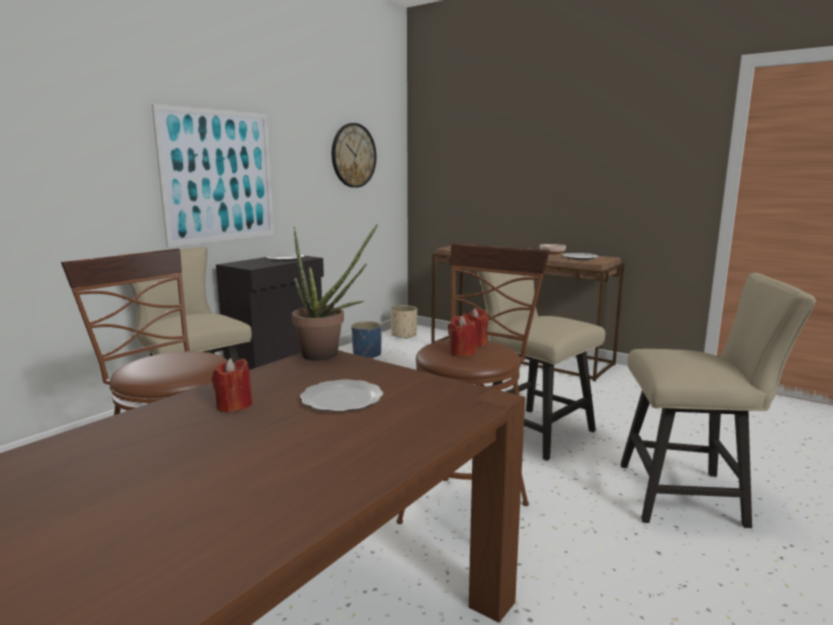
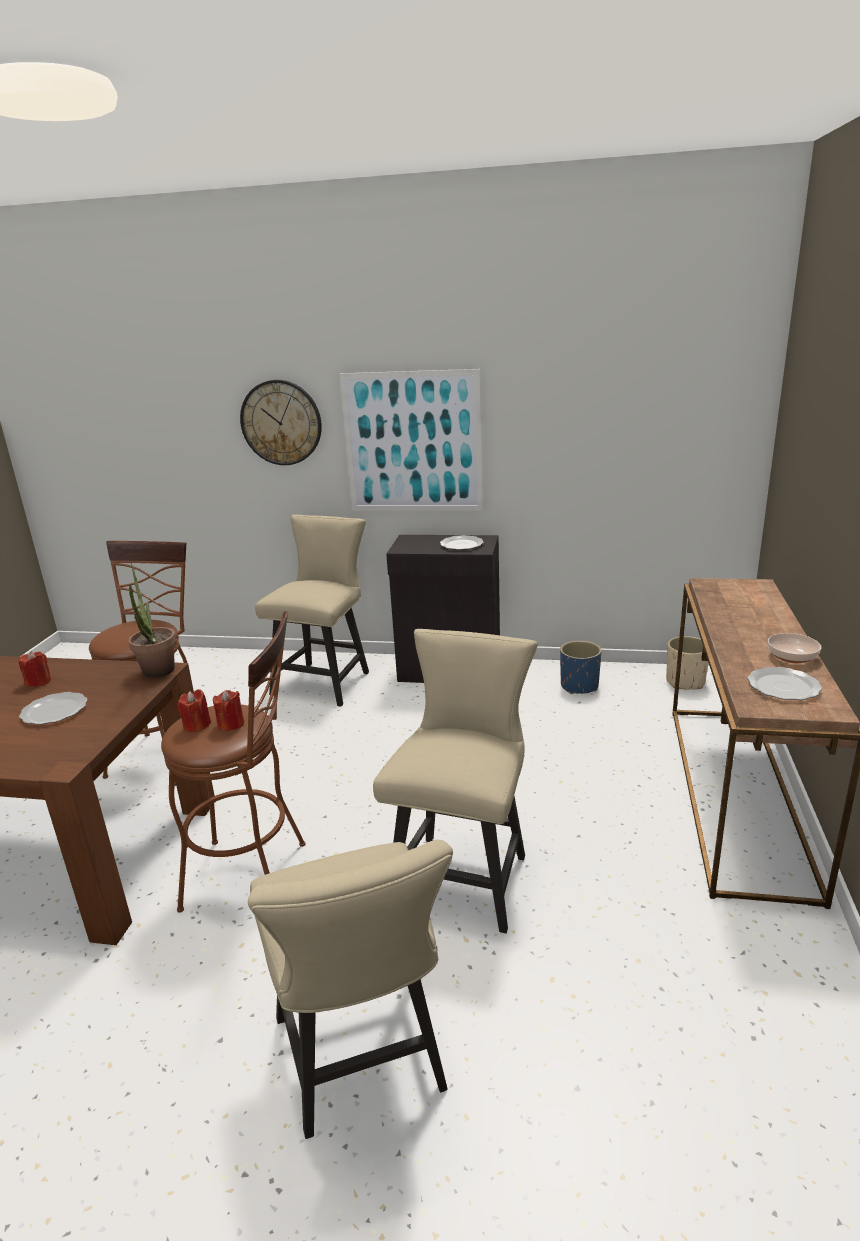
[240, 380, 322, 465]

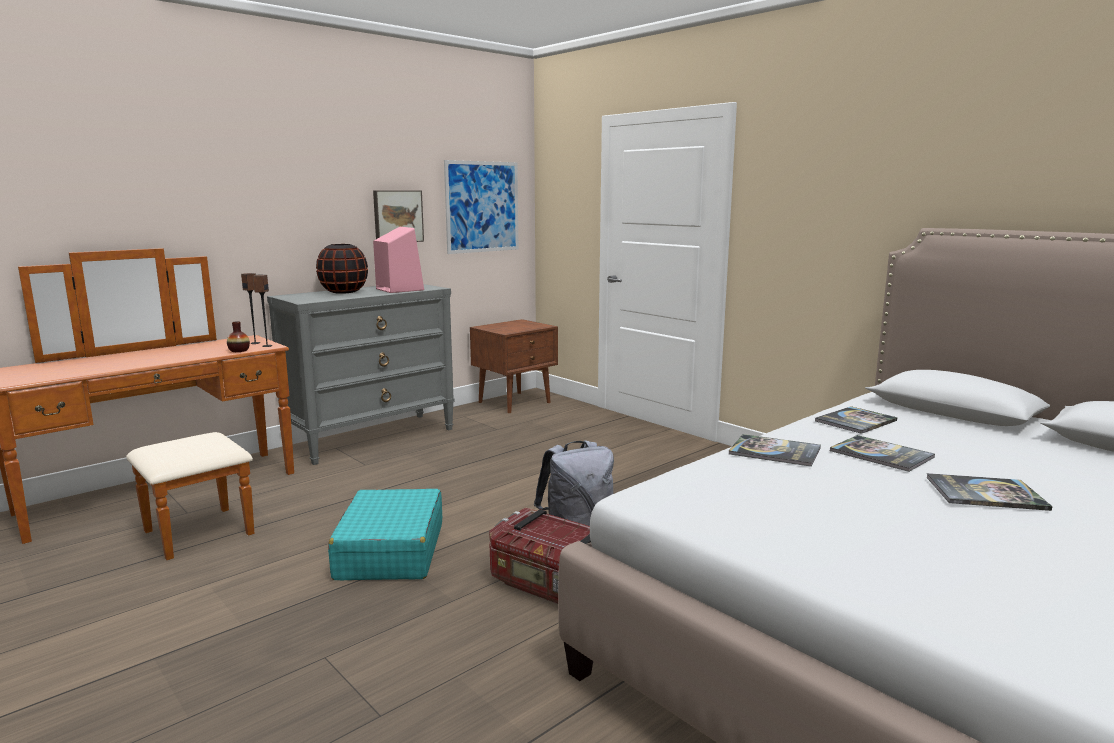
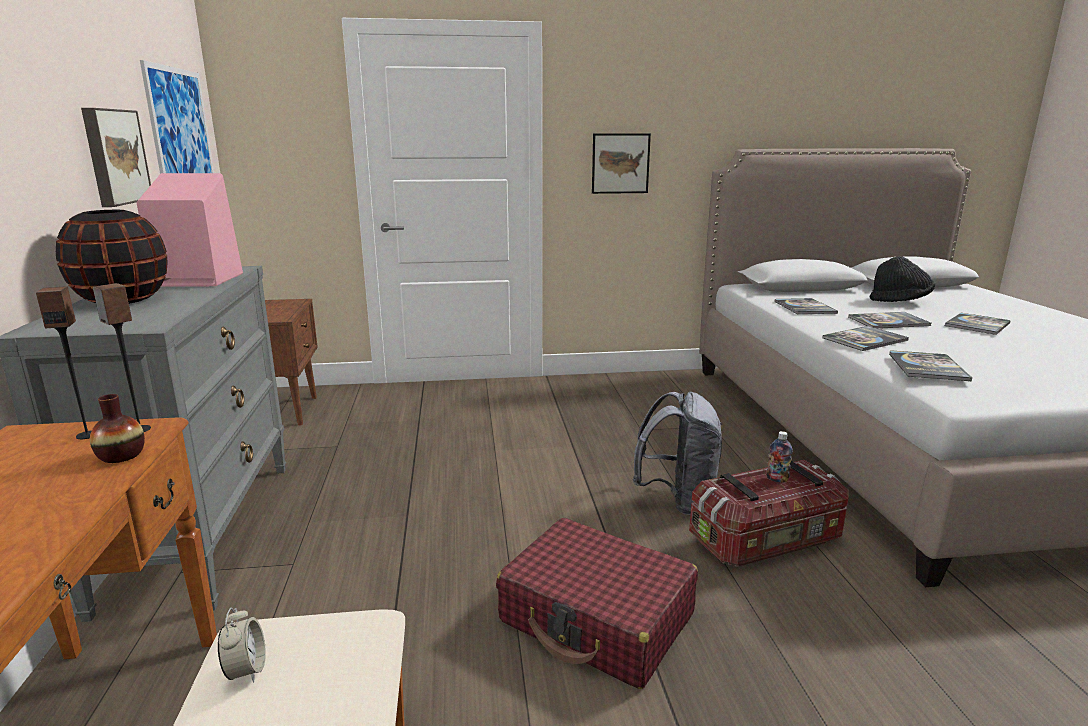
[496, 518, 698, 689]
[218, 608, 266, 683]
[592, 133, 651, 194]
[766, 431, 793, 483]
[869, 256, 935, 302]
[889, 350, 972, 381]

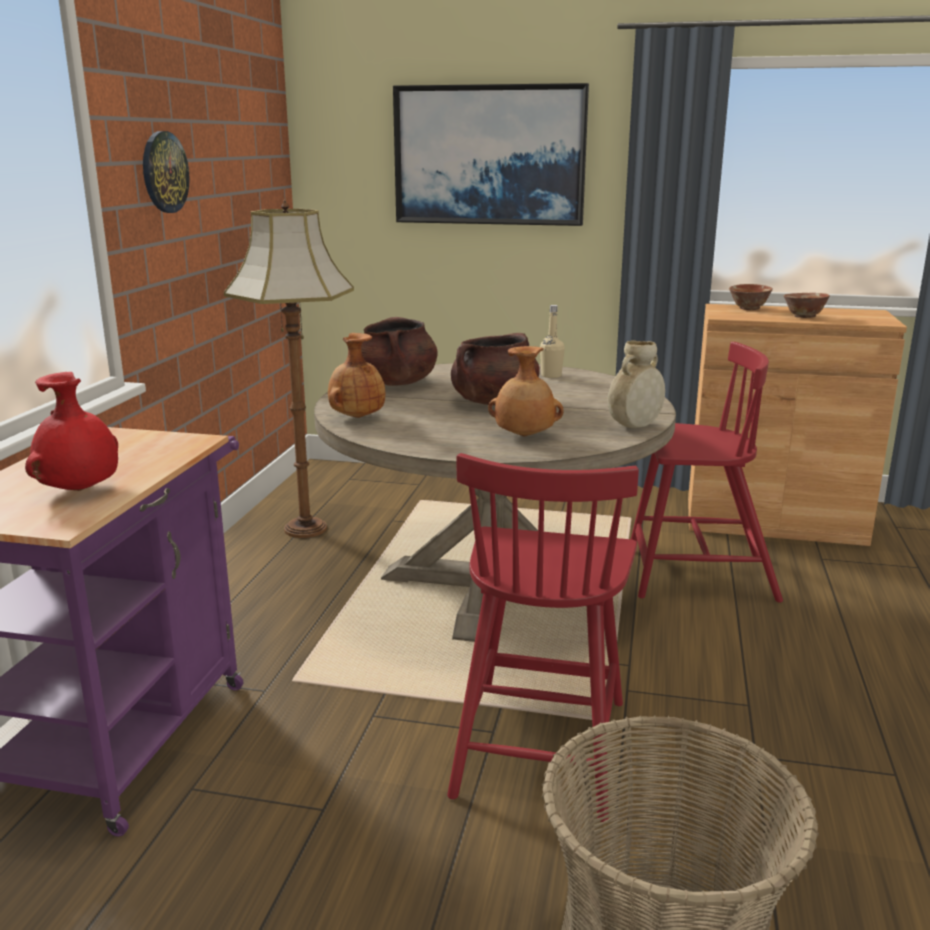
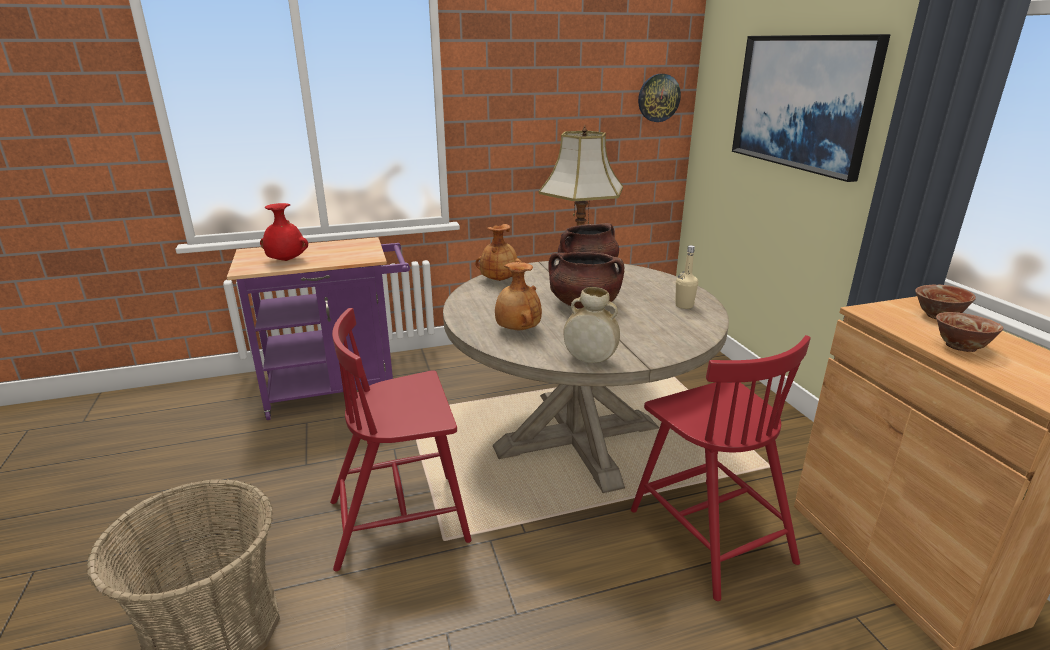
[638, 74, 681, 122]

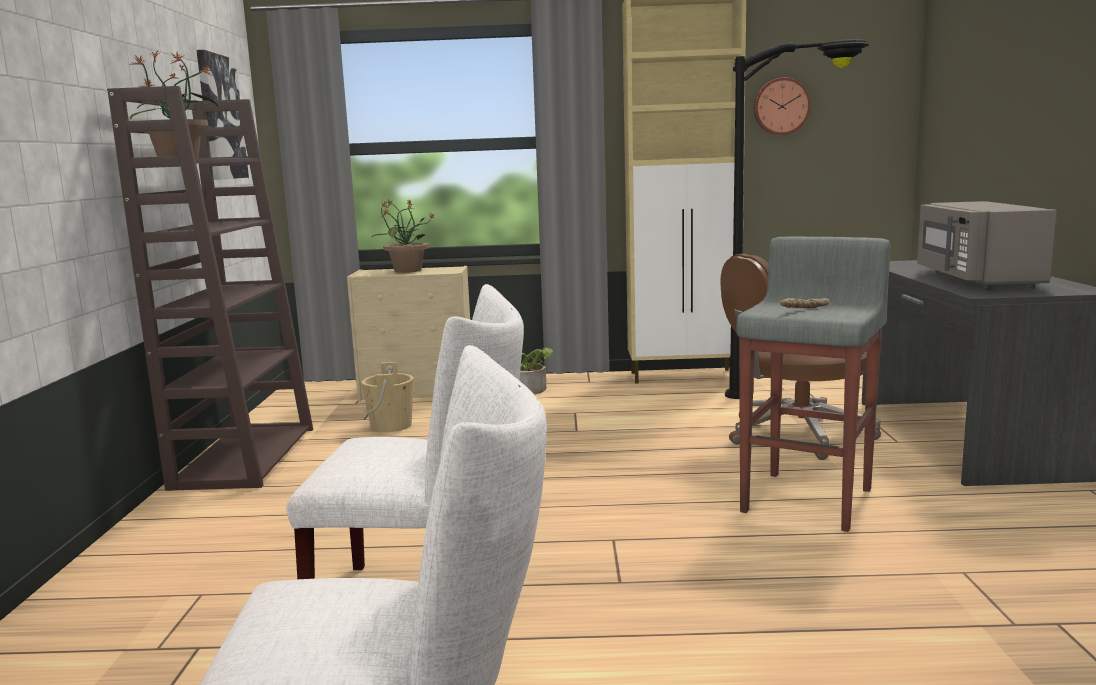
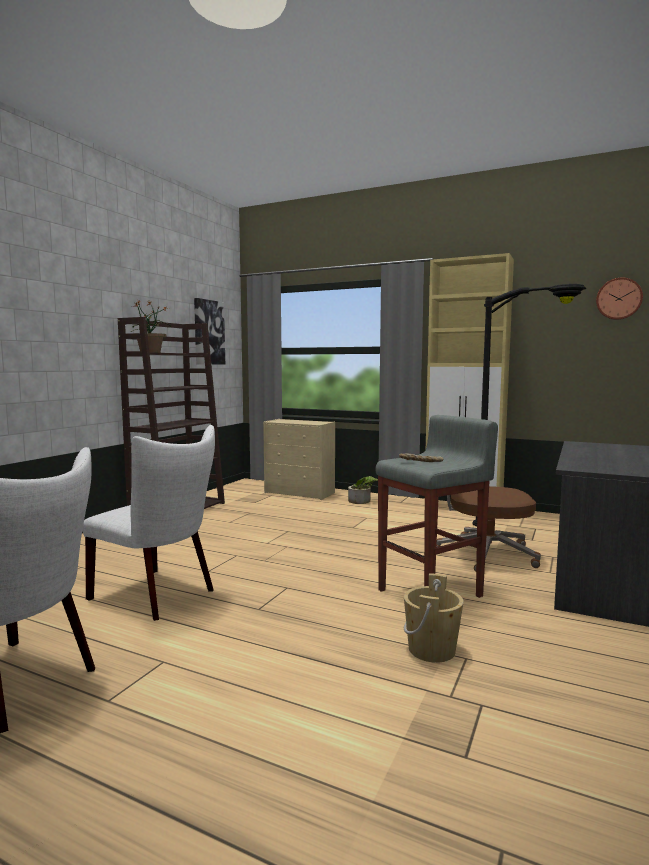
[404, 573, 464, 663]
[370, 199, 436, 273] (first image)
[596, 277, 643, 320]
[917, 201, 1056, 288] (first image)

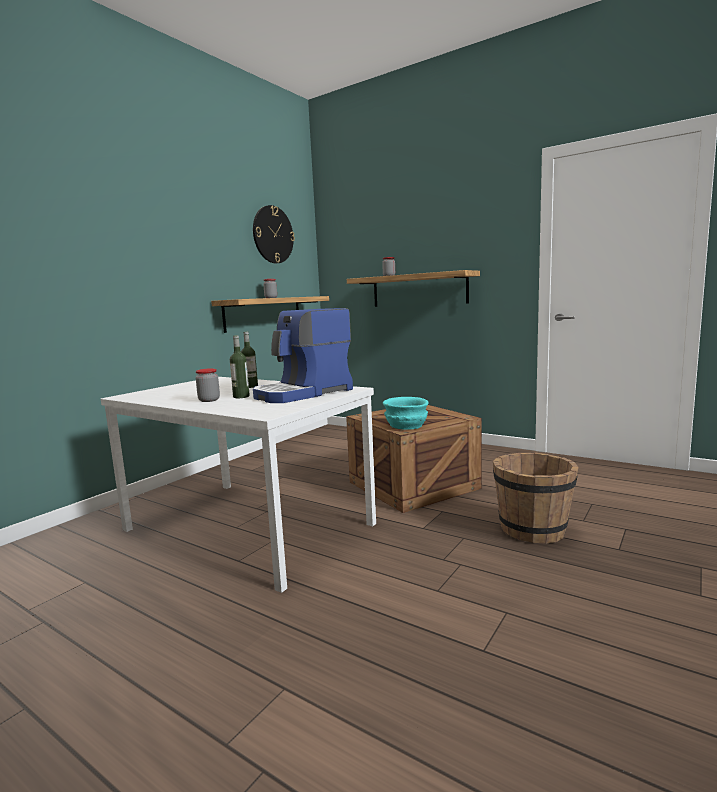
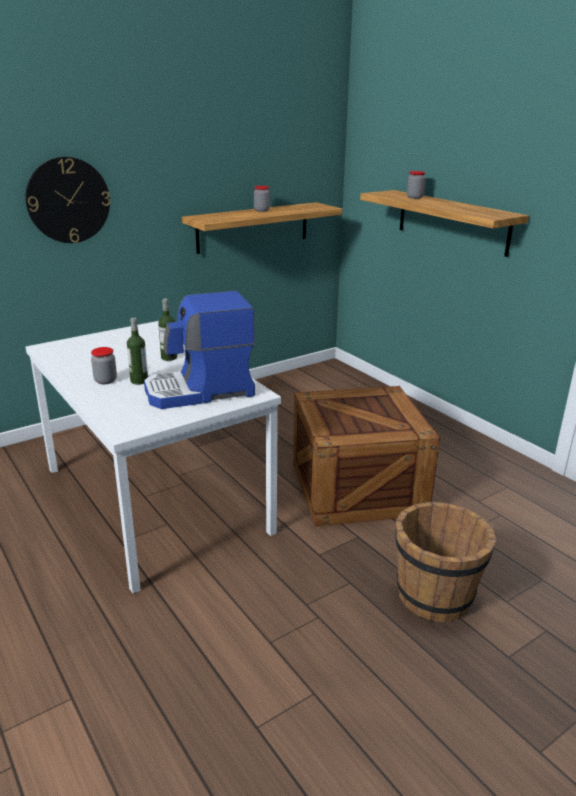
[25, 157, 110, 243]
[383, 397, 429, 430] (first image)

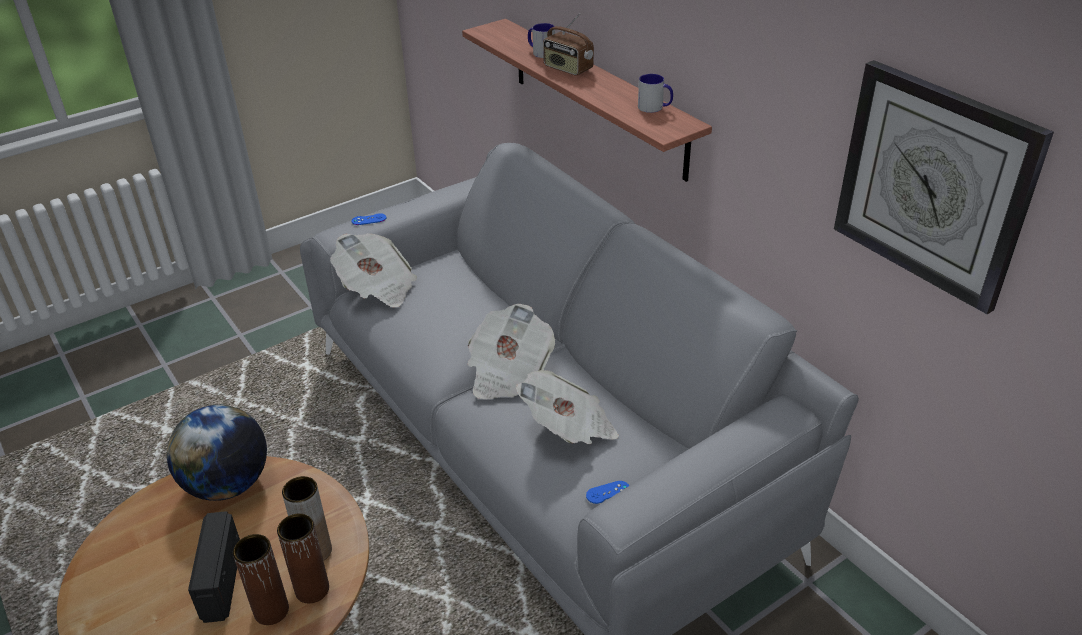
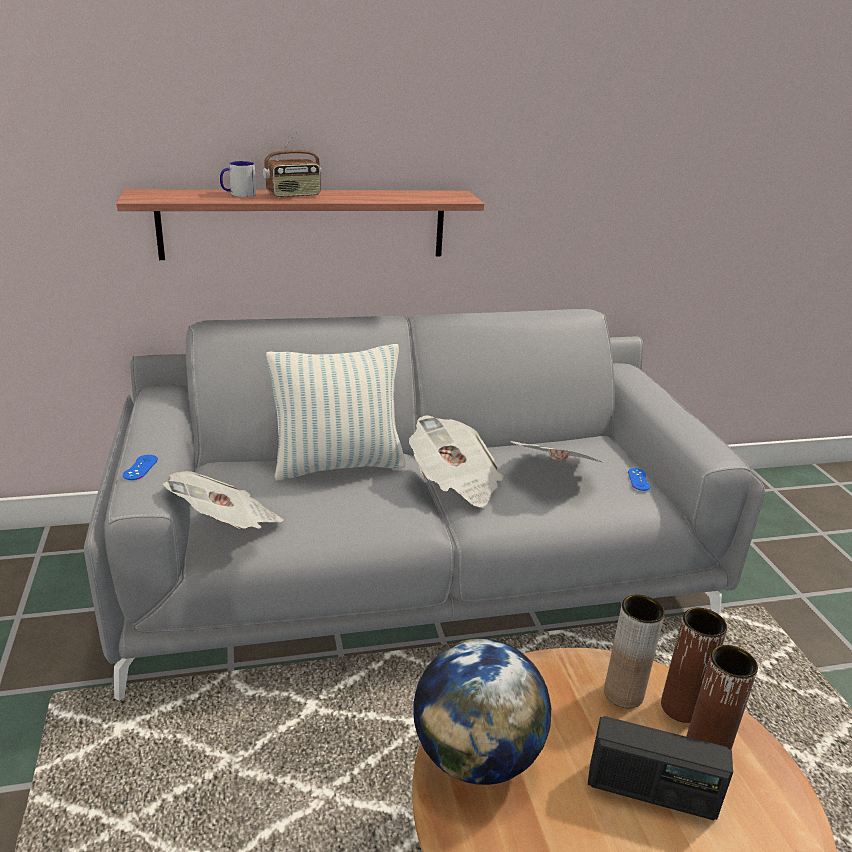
[638, 74, 673, 113] (first image)
[834, 60, 1054, 314] (first image)
[266, 344, 406, 480]

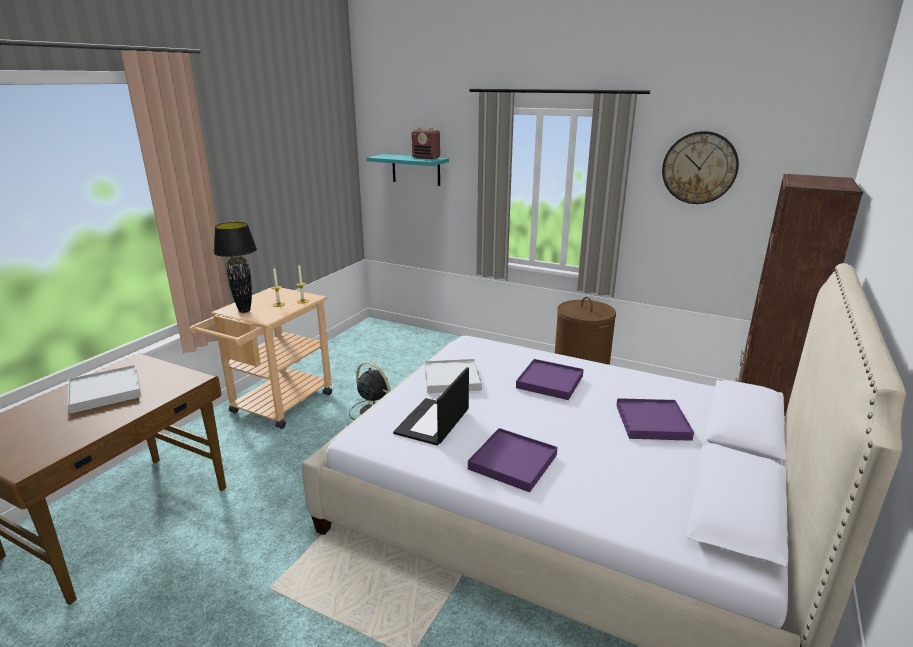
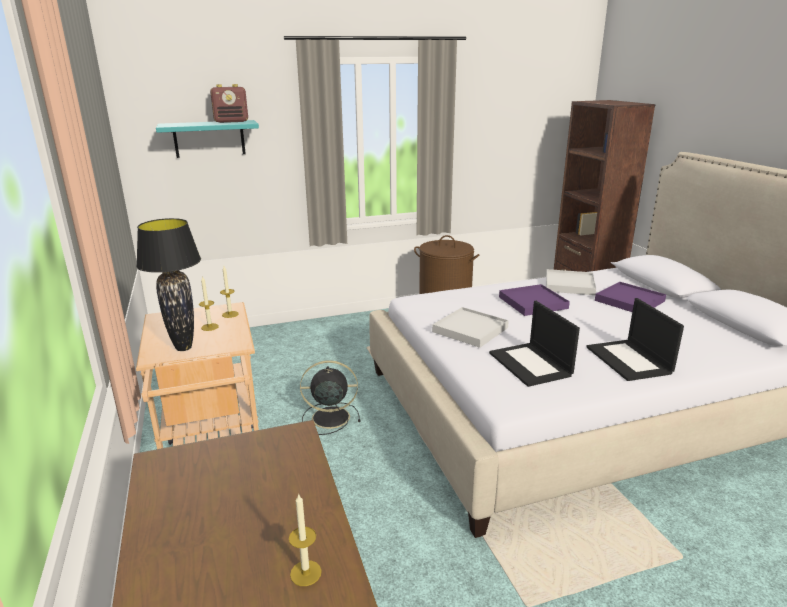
[546, 269, 596, 295]
[587, 298, 684, 381]
[662, 131, 739, 204] (first image)
[289, 493, 322, 586]

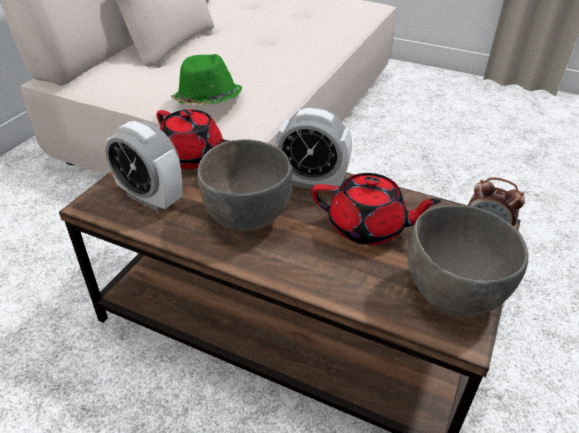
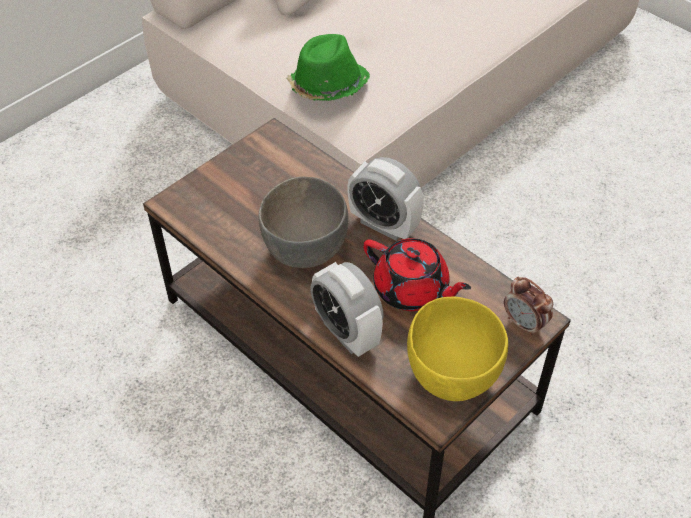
[310, 262, 384, 357]
[157, 109, 226, 169] (first image)
[407, 297, 508, 401]

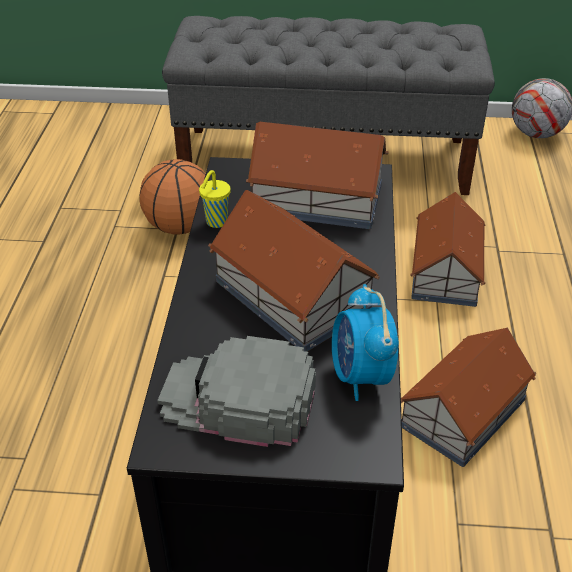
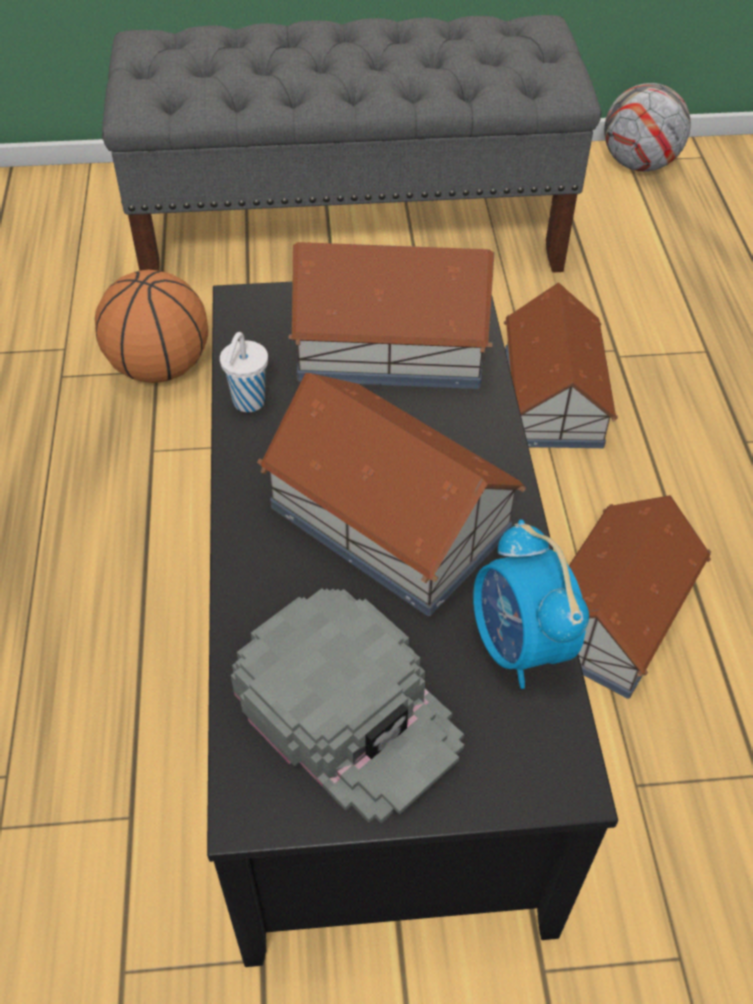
[231, 589, 464, 823]
[220, 332, 268, 412]

